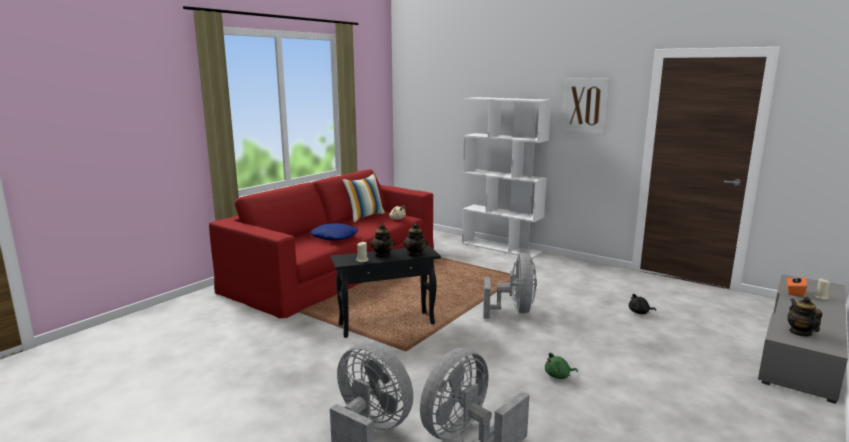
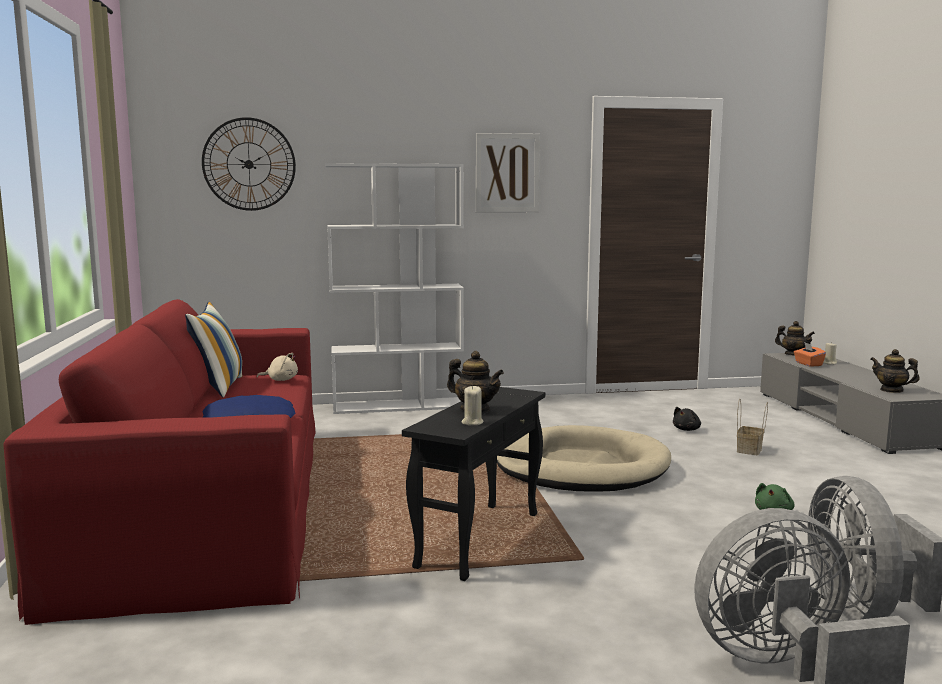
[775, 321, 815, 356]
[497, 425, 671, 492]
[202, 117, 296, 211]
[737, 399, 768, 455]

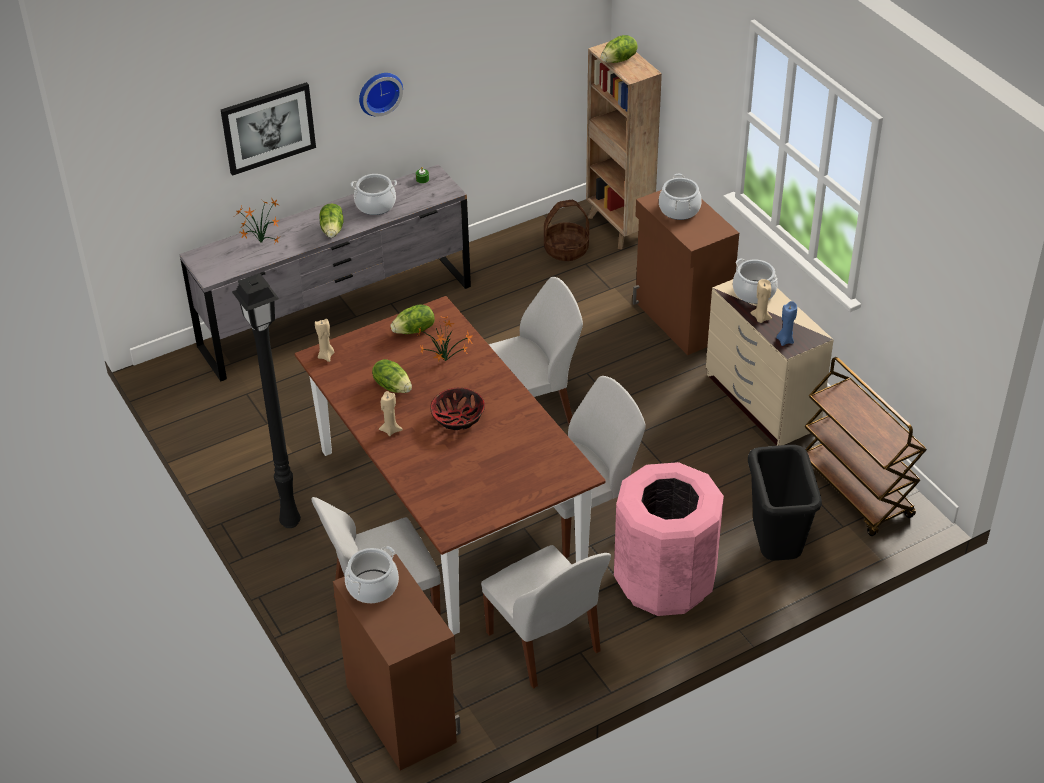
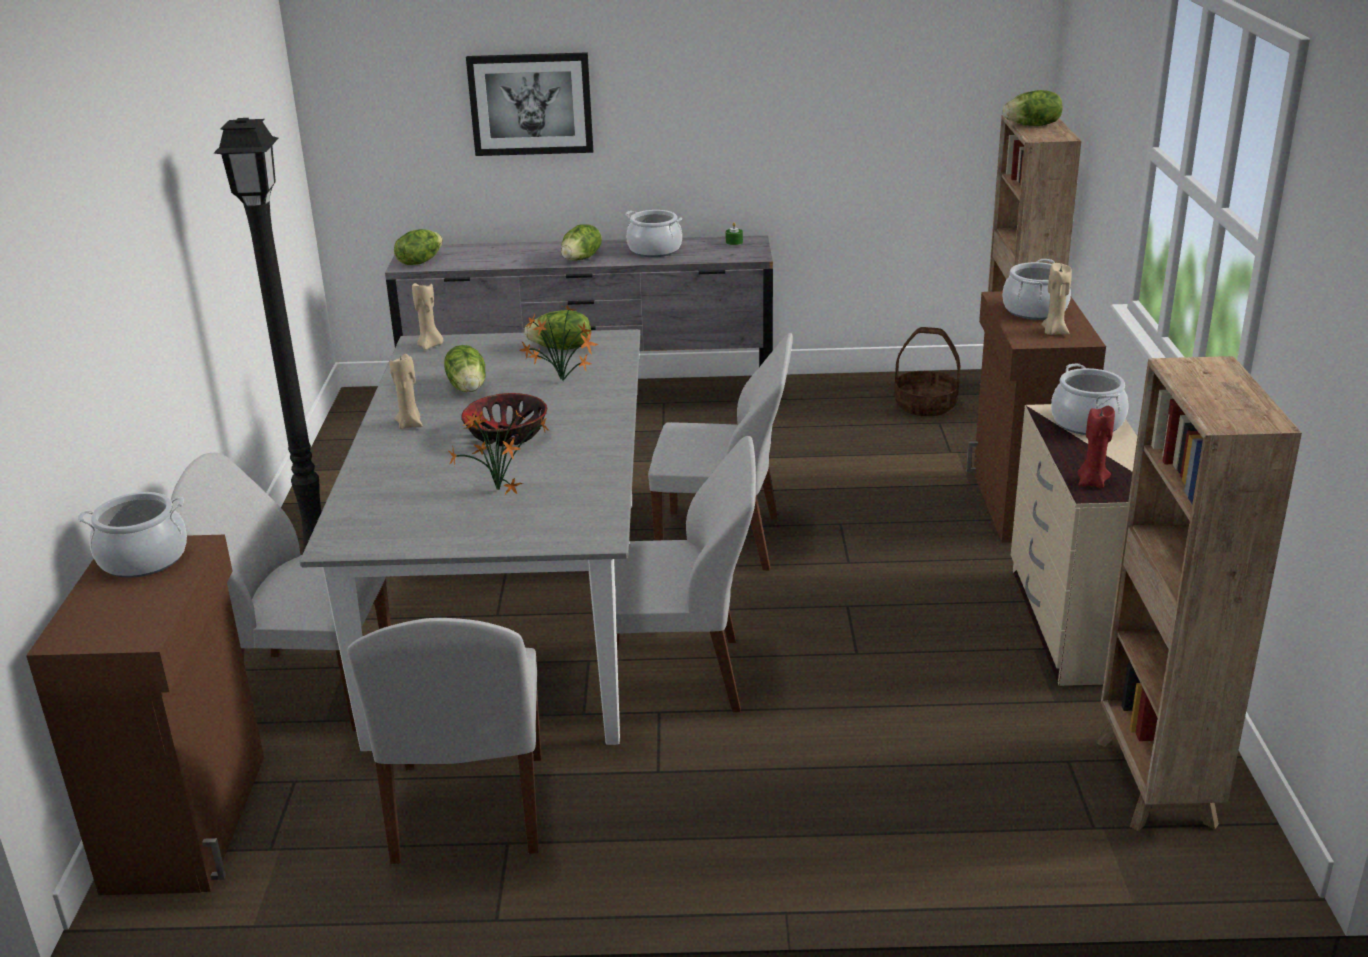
[448, 409, 550, 495]
[300, 329, 640, 751]
[359, 73, 403, 116] (first image)
[614, 462, 724, 616] (first image)
[748, 445, 822, 561] (first image)
[1042, 263, 1072, 335]
[1077, 406, 1115, 488]
[1095, 356, 1302, 831]
[394, 229, 443, 265]

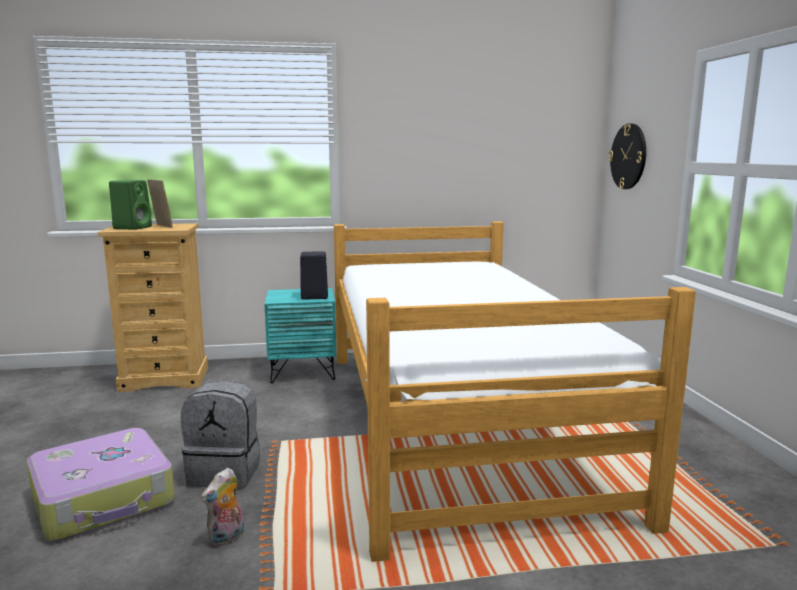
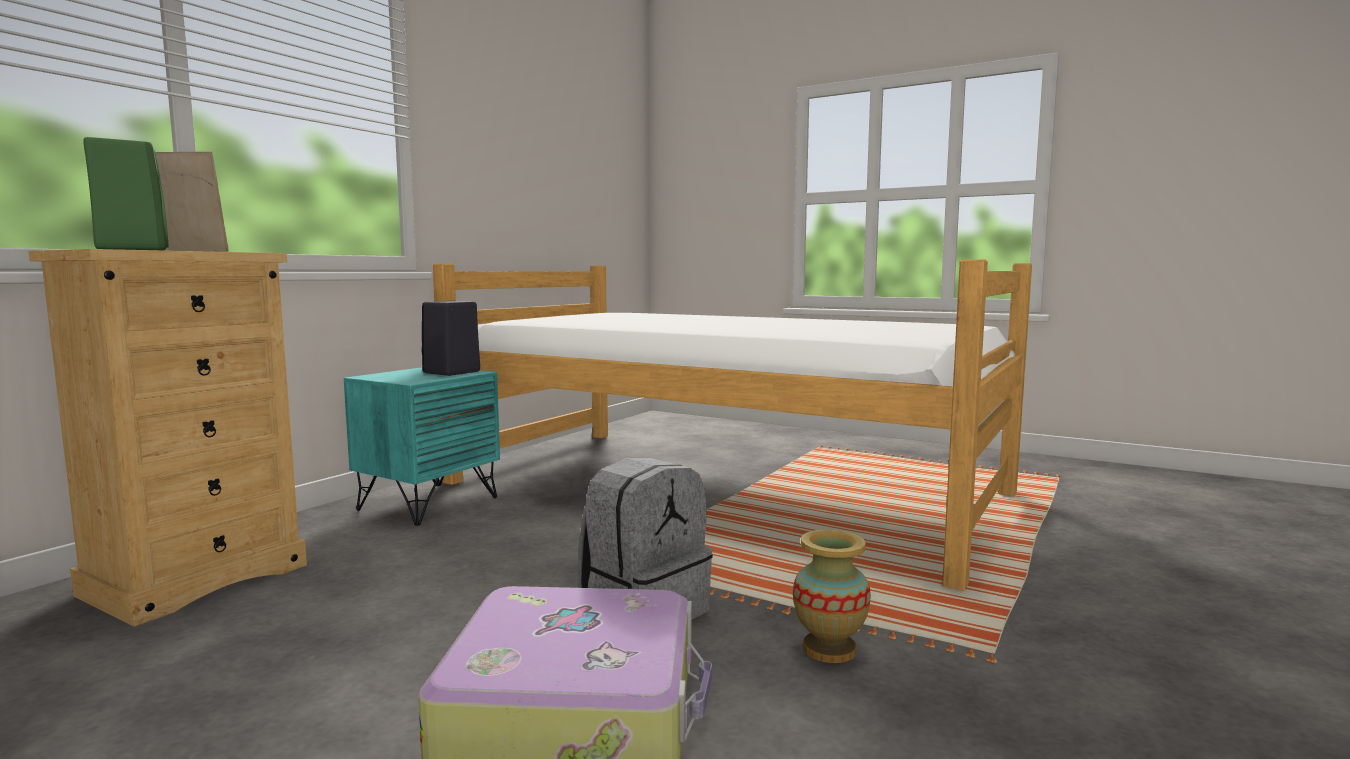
[793, 530, 871, 663]
[609, 123, 646, 189] (first image)

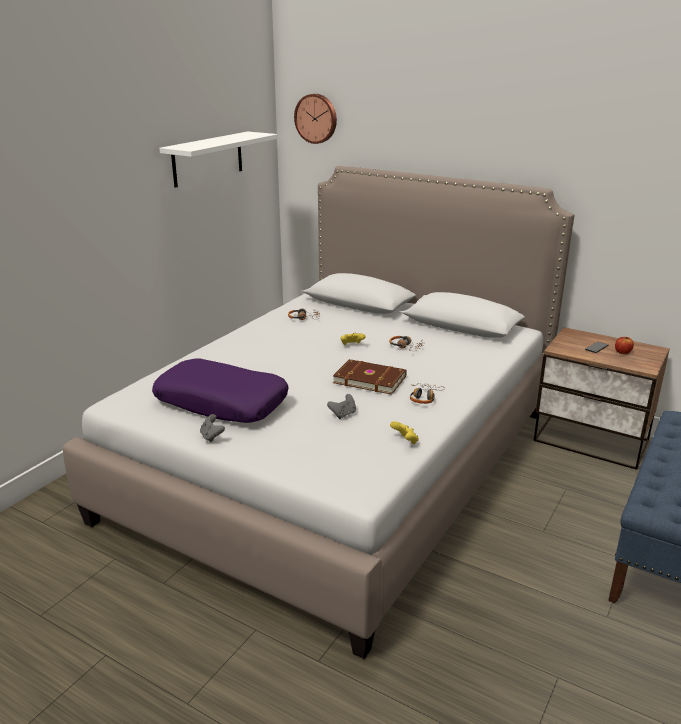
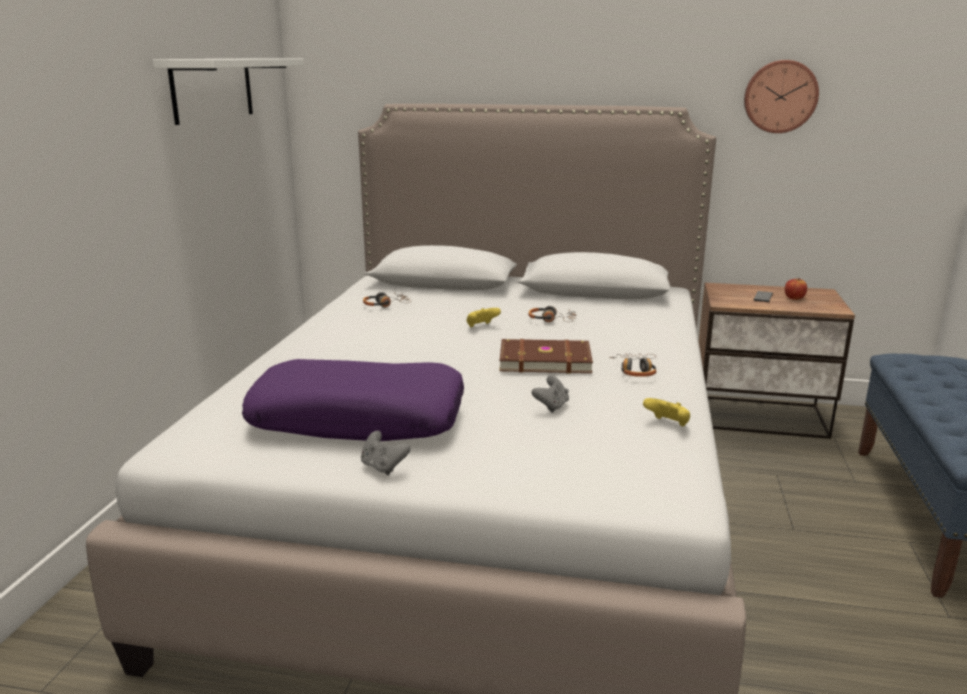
[744, 60, 819, 133]

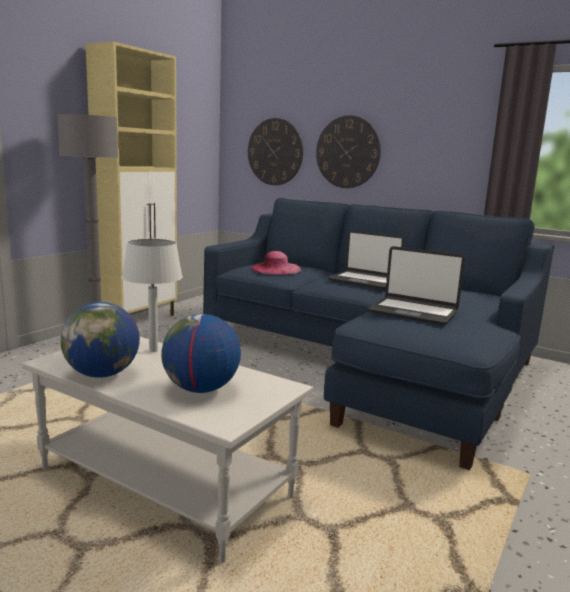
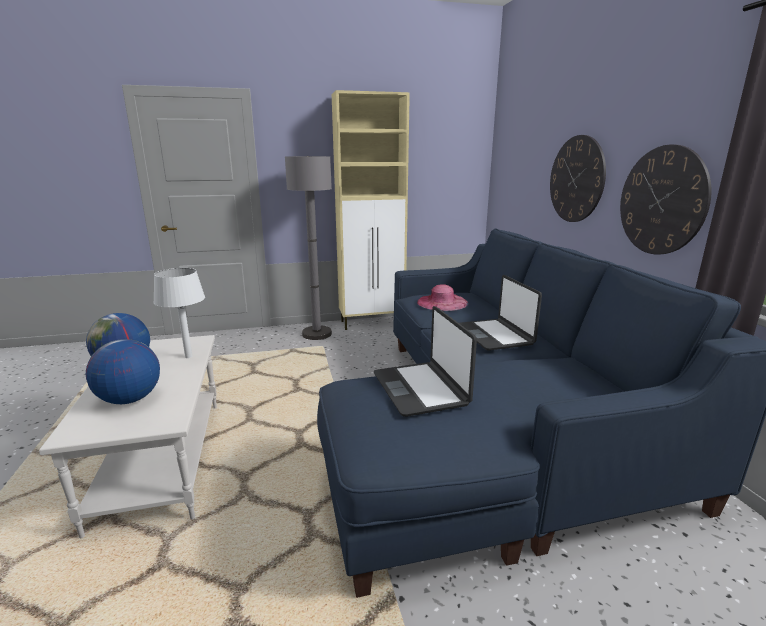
[620, 144, 712, 254]

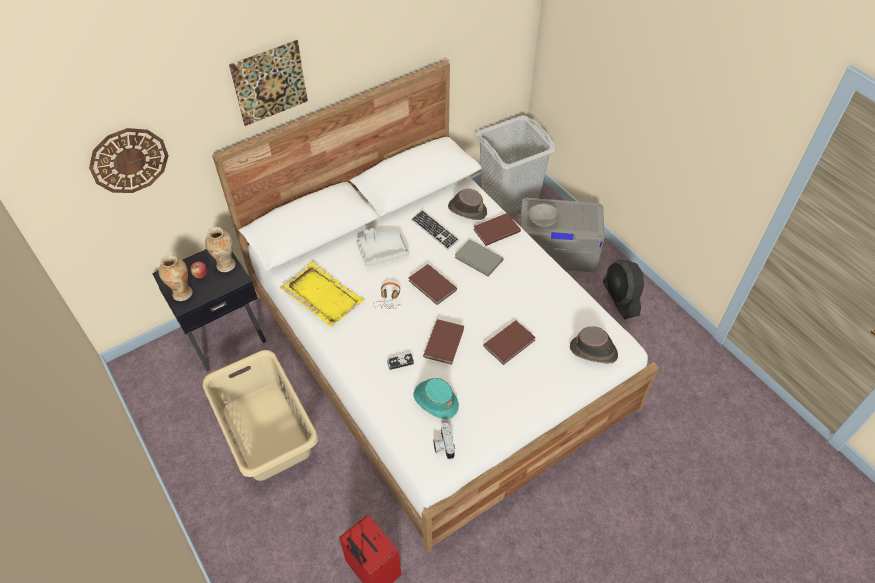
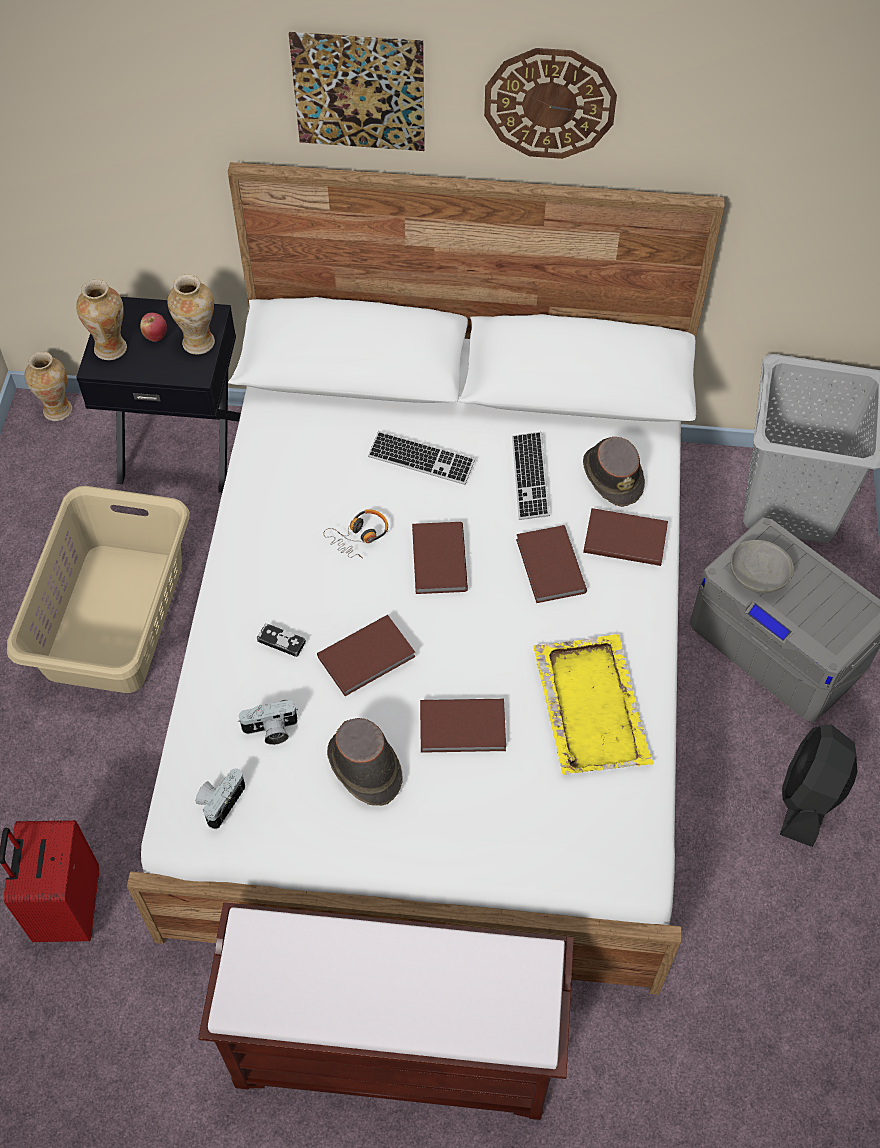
[484, 48, 617, 159]
[533, 634, 654, 775]
[368, 431, 475, 485]
[238, 700, 298, 745]
[516, 525, 587, 603]
[327, 718, 403, 806]
[25, 351, 72, 421]
[198, 902, 574, 1120]

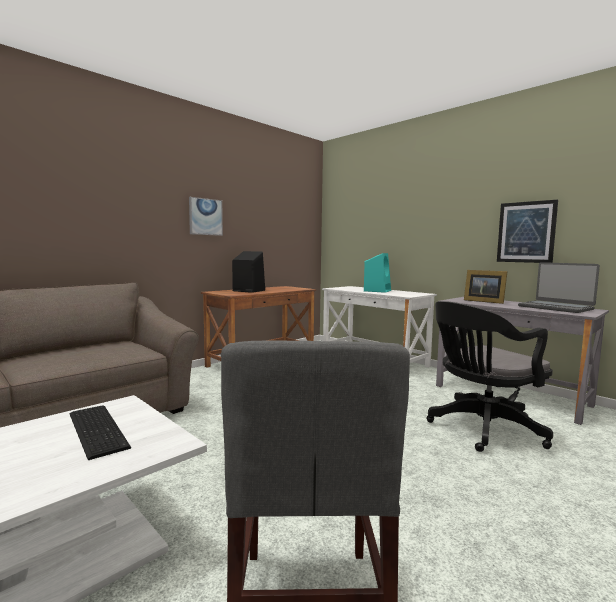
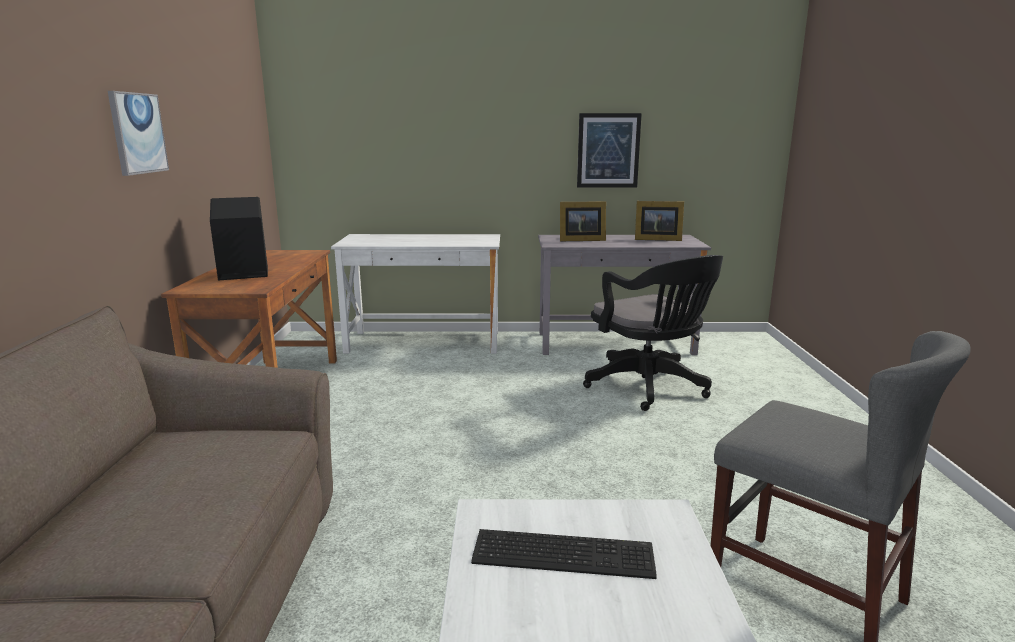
[364, 253, 391, 293] (first image)
[583, 255, 723, 411]
[635, 201, 684, 241]

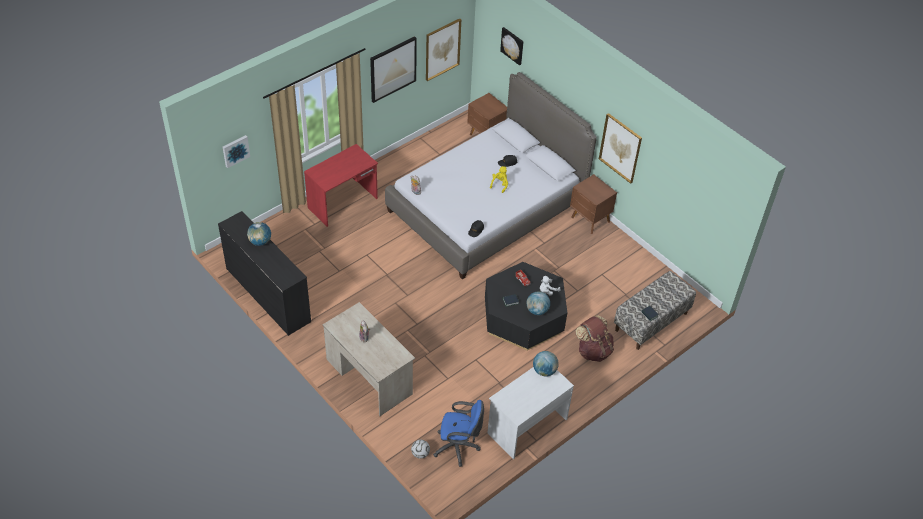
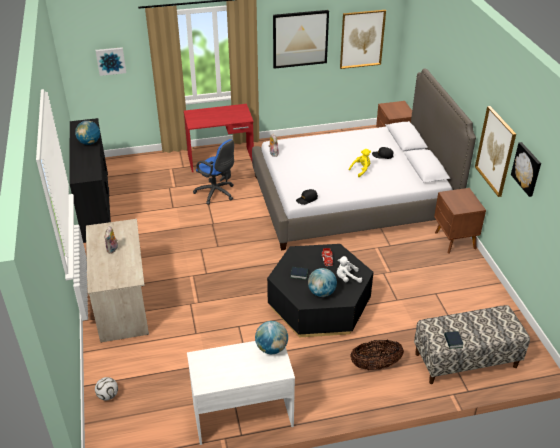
[193, 139, 234, 205]
[511, 142, 541, 197]
[350, 340, 404, 370]

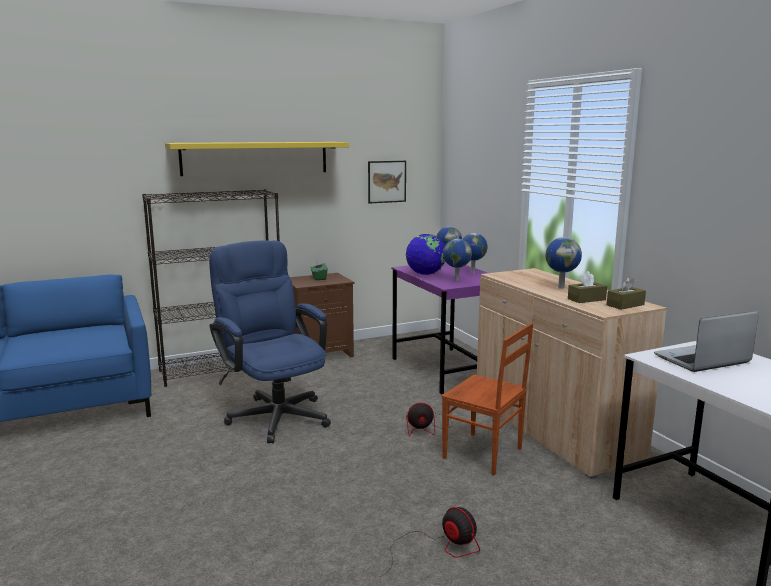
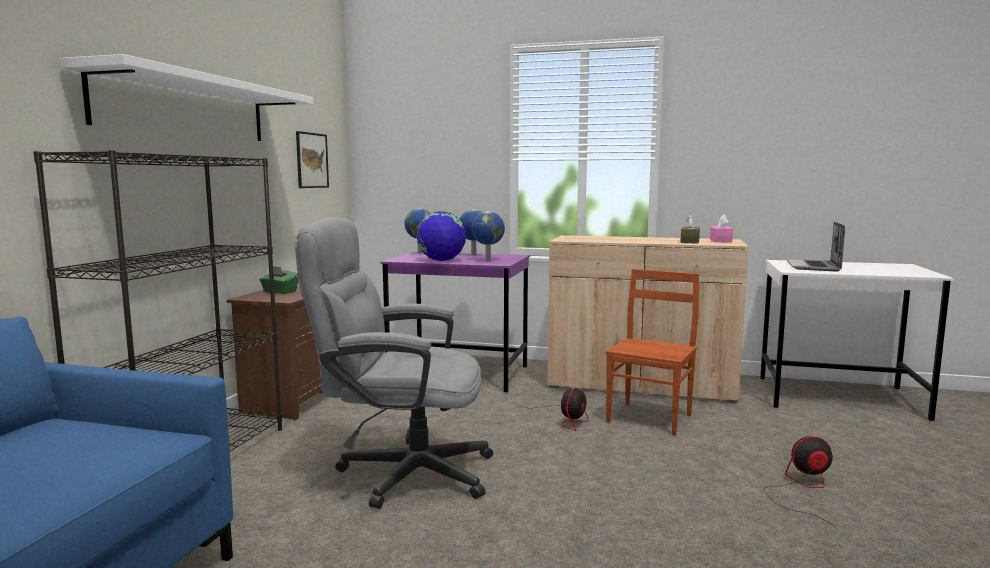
[60, 54, 313, 141]
[295, 217, 493, 509]
[606, 269, 699, 436]
[546, 237, 582, 289] (first image)
[710, 214, 733, 243]

